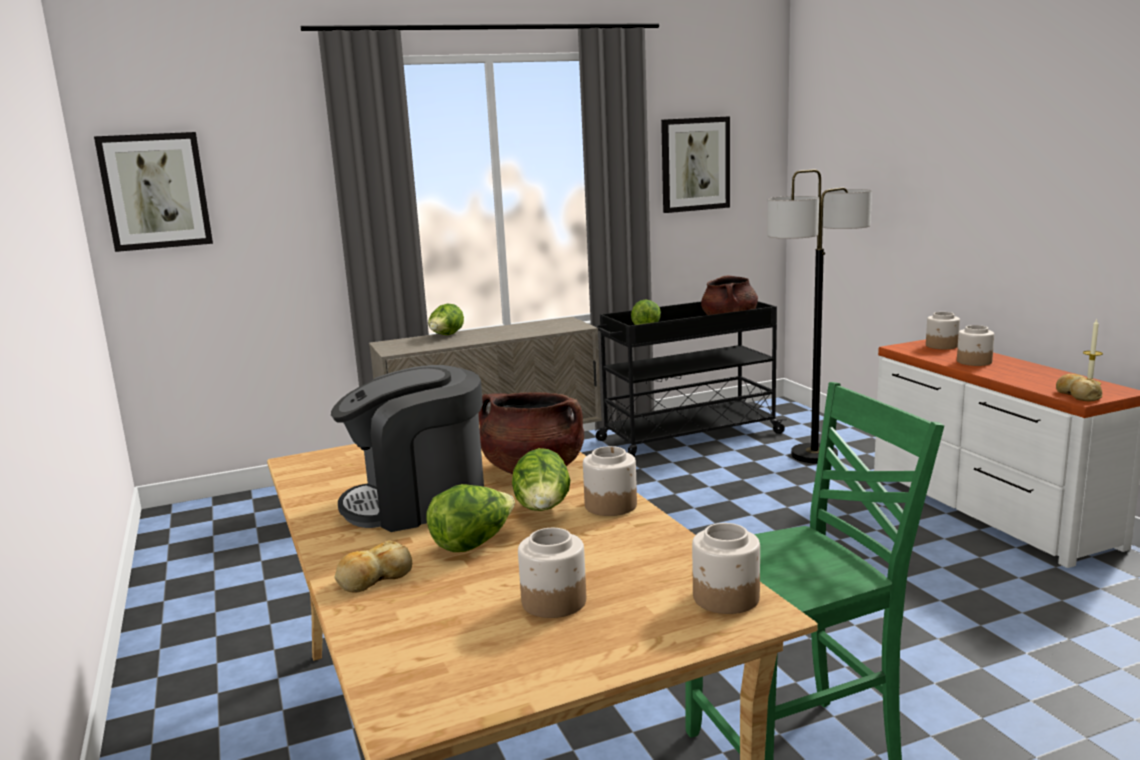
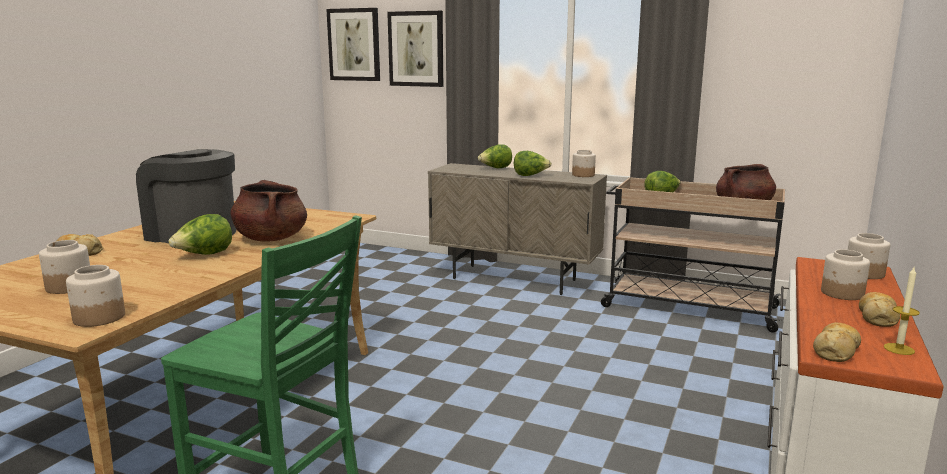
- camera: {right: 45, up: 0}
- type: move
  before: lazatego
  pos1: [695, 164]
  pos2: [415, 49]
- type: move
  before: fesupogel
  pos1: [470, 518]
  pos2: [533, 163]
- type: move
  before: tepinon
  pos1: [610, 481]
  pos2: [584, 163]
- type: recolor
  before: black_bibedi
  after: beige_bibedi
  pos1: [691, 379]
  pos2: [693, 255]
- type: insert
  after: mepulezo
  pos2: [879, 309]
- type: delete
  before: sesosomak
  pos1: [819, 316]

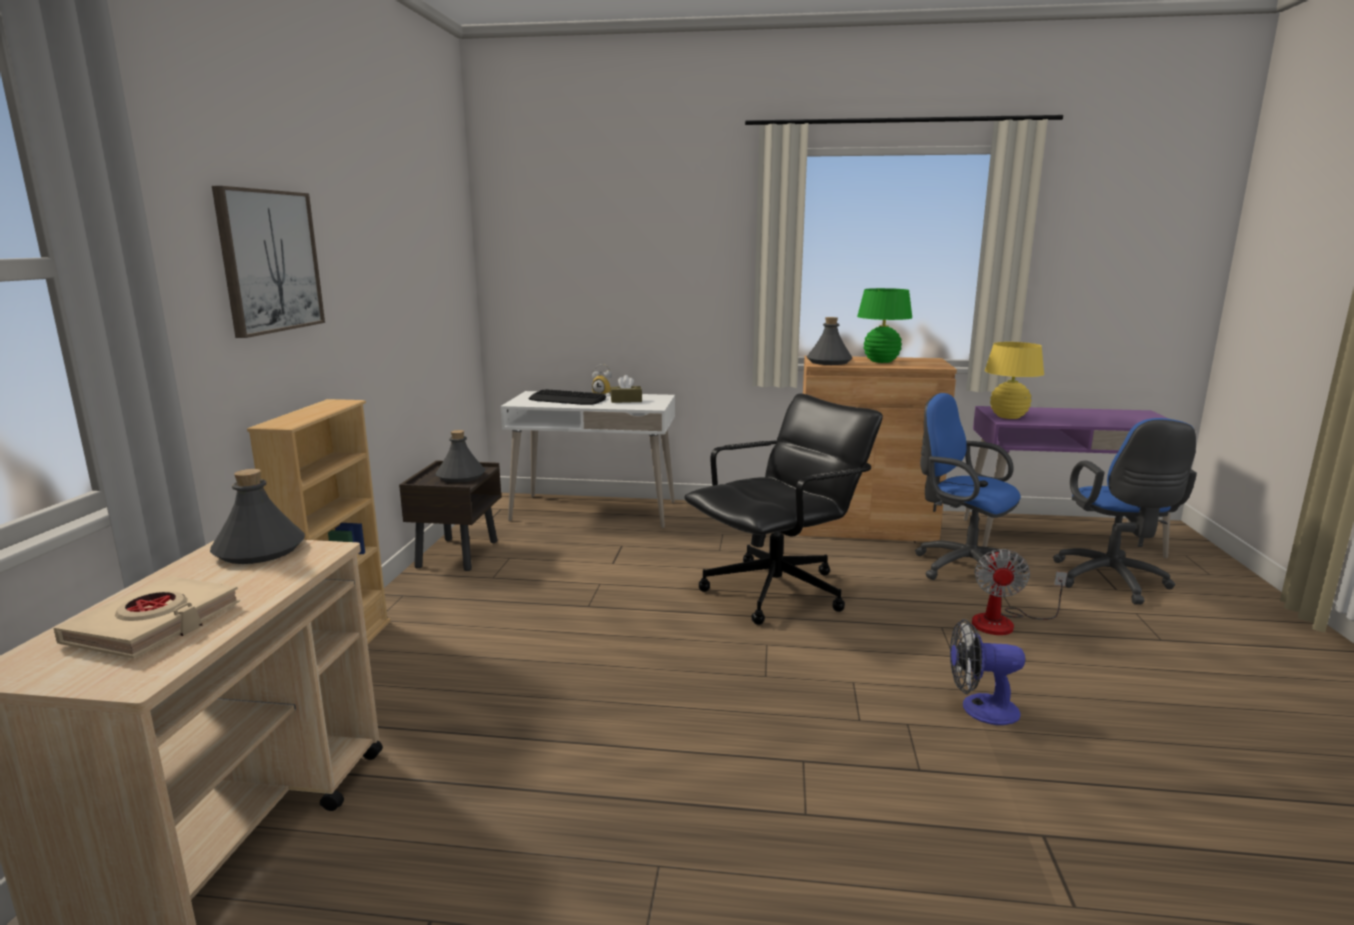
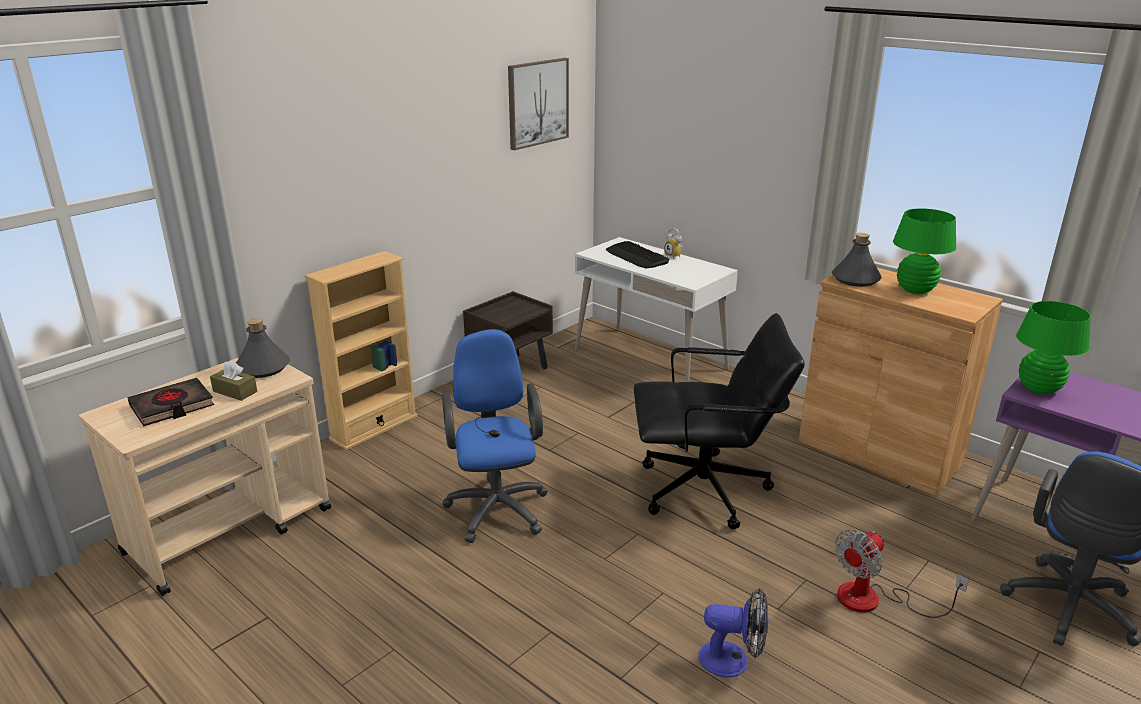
- camera: {right: 35, up: 10}
- type: recolor
  before: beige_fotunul
  after: black_fotunul
  pos1: [147, 617]
  pos2: [170, 402]
- type: move
  before: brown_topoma
  pos1: [626, 389]
  pos2: [233, 380]
- type: move
  before: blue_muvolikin
  pos1: [971, 486]
  pos2: [495, 436]
- type: move
  before: lazatego
  pos1: [268, 262]
  pos2: [538, 104]
- type: rotate
  before: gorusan
  pos1: [987, 672]
  pos2: [733, 632]
  turn: 150
- type: recolor
  before: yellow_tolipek
  after: green_tolipek
  pos1: [1014, 380]
  pos2: [1053, 347]
- type: delete
  before: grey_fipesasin
  pos1: [460, 456]

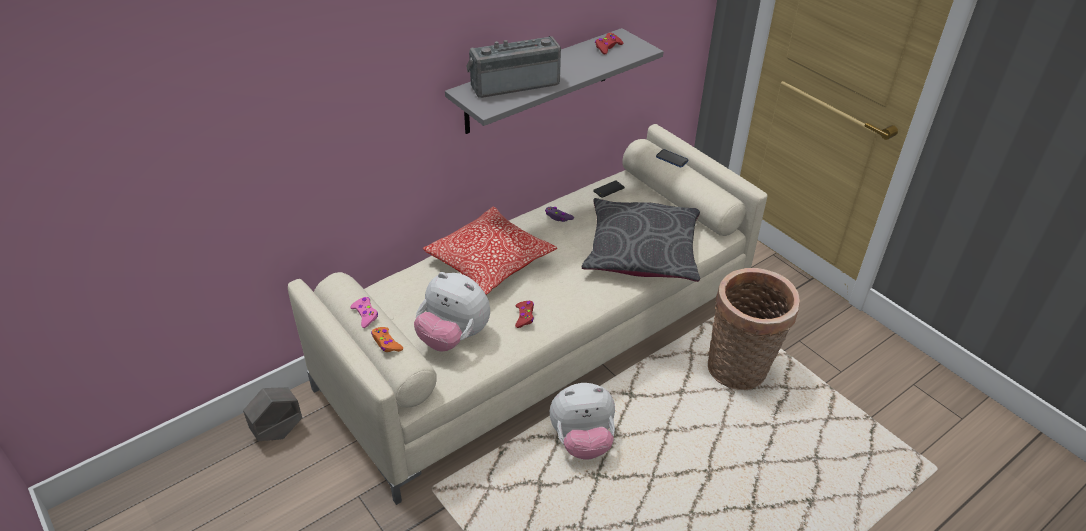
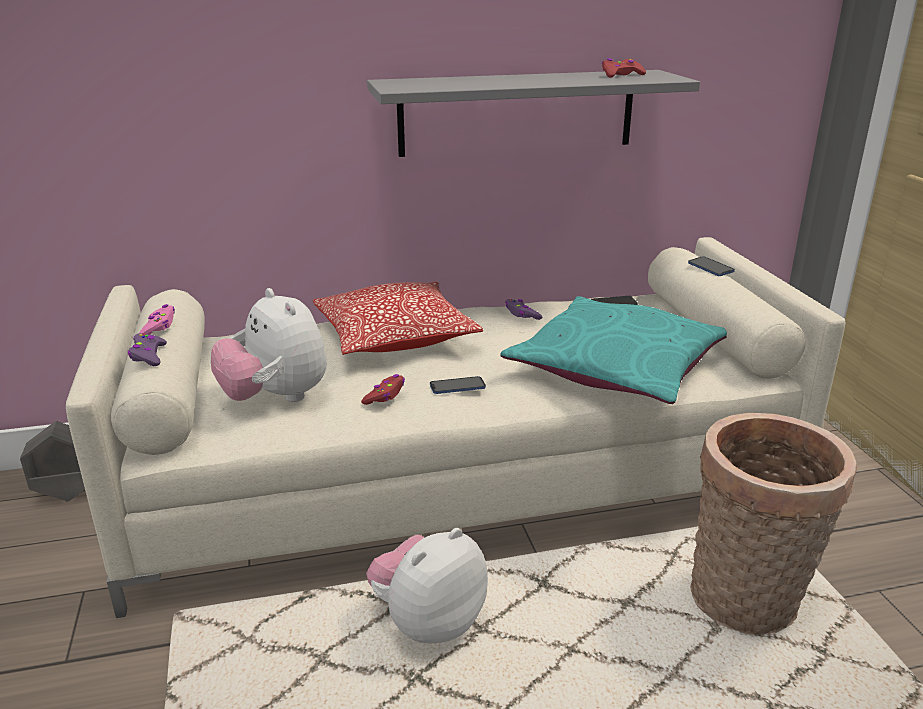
- camera: {right: 25, up: -15}
- type: recolor
  before: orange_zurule
  after: purple_zurule
  pos1: [387, 339]
  pos2: [147, 349]
- type: rotate
  before: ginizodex
  pos1: [582, 421]
  pos2: [427, 586]
  turn: 120
- type: insert
  after: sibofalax
  pos2: [458, 385]
- type: recolor
  before: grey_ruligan
  after: turquoise_ruligan
  pos1: [641, 240]
  pos2: [613, 350]
- type: delete
  before: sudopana
  pos1: [513, 67]

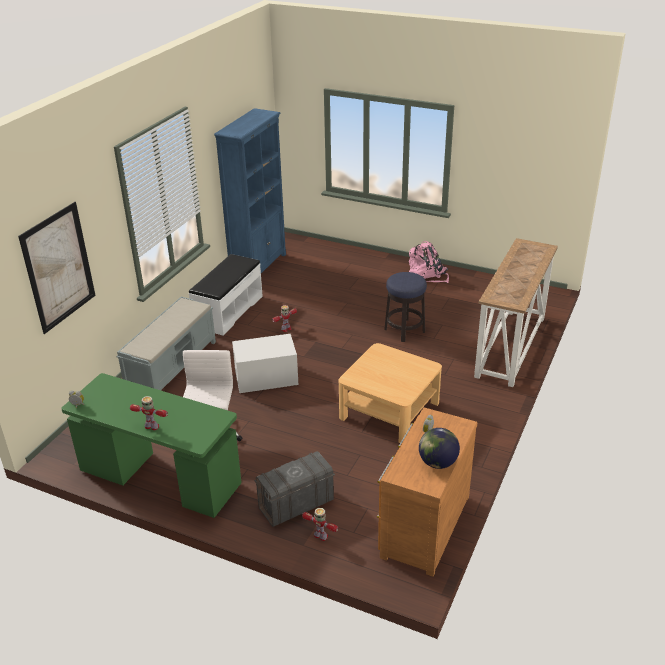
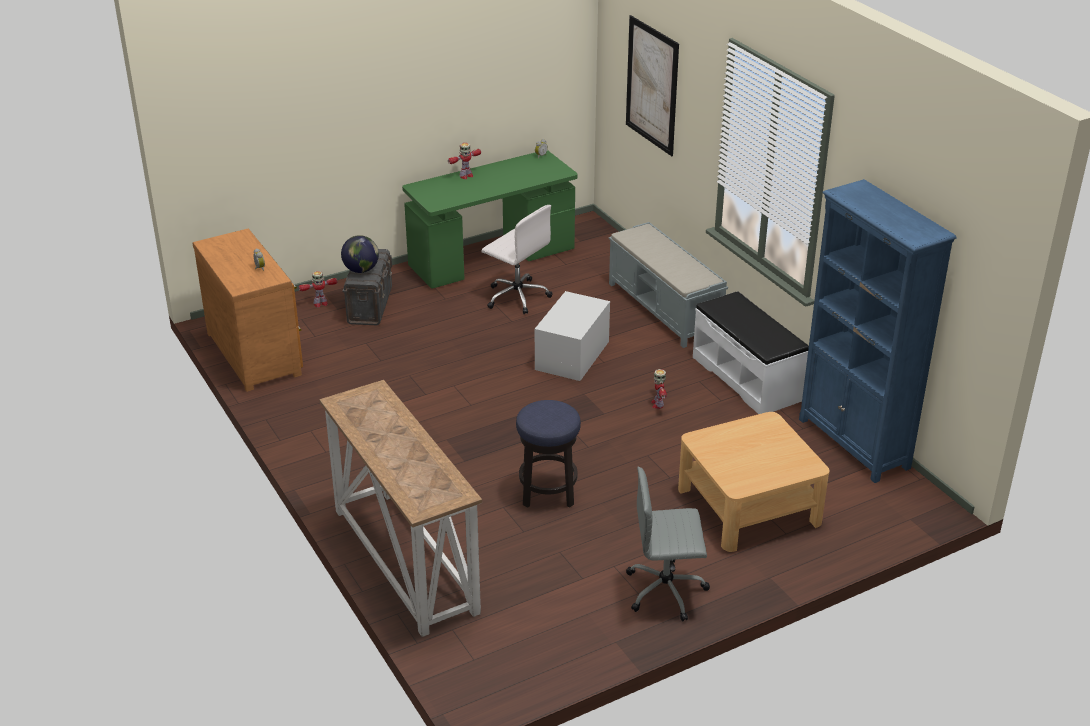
- camera: {right: 125, up: 0}
- type: move
  before: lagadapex
  pos1: [439, 448]
  pos2: [360, 254]
- type: replace
  before: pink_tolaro
  after: grey_muvolikin
  pos1: [429, 262]
  pos2: [668, 544]
- type: move
  before: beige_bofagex
  pos1: [390, 393]
  pos2: [754, 482]

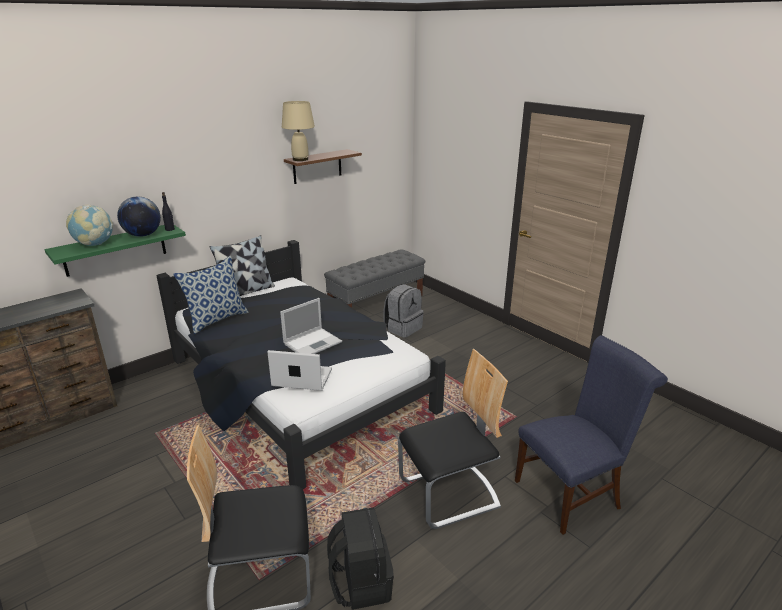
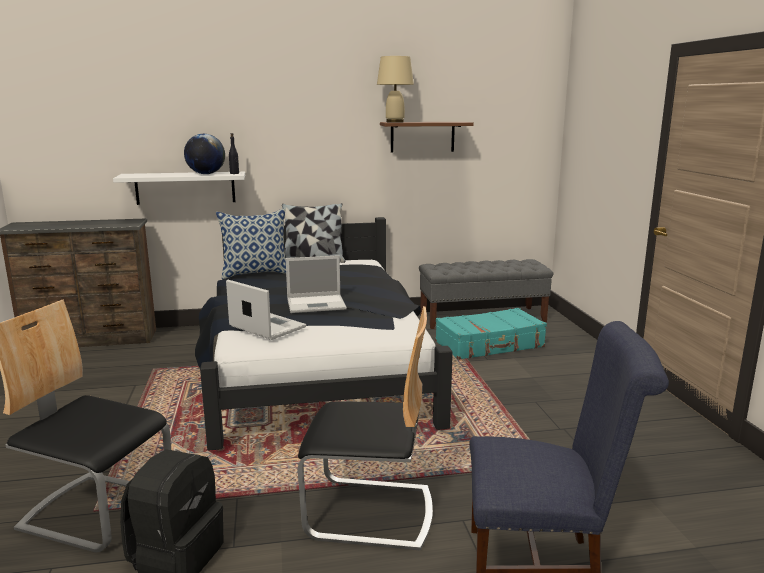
- camera: {right: 30, up: -10}
- type: recolor
  before: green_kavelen
  after: white_kavelen
  pos1: [115, 251]
  pos2: [179, 188]
- type: replace
  before: grey_tolaro
  after: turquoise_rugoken
  pos1: [403, 310]
  pos2: [491, 334]
- type: delete
  before: lagadapex
  pos1: [89, 225]

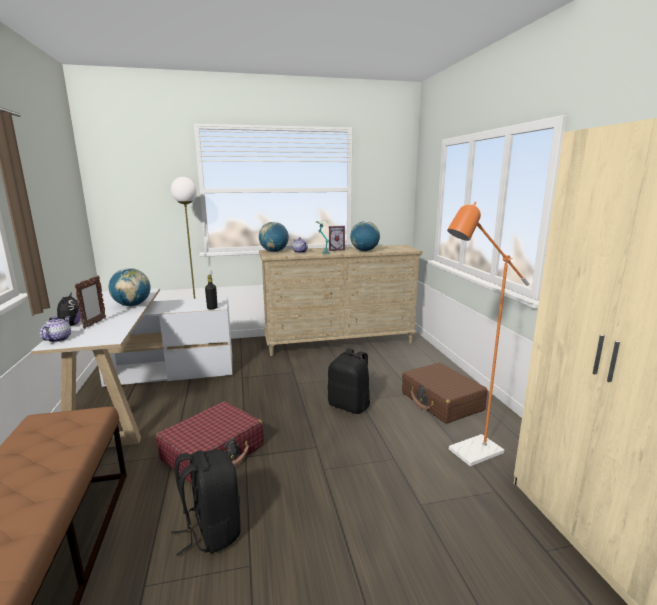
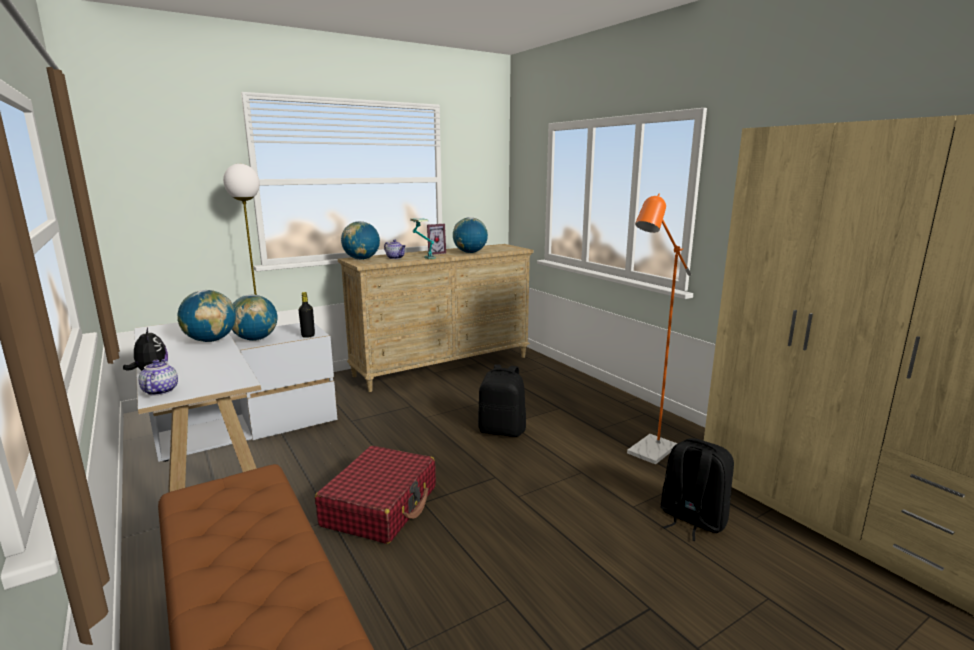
- camera: {right: -20, up: 0}
- type: insert
  after: lagadapex
  pos2: [254, 318]
- type: move
  before: black_tolaro
  pos1: [206, 503]
  pos2: [697, 489]
- type: delete
  before: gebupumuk
  pos1: [90, 302]
- type: delete
  before: brown_rugoken
  pos1: [445, 393]

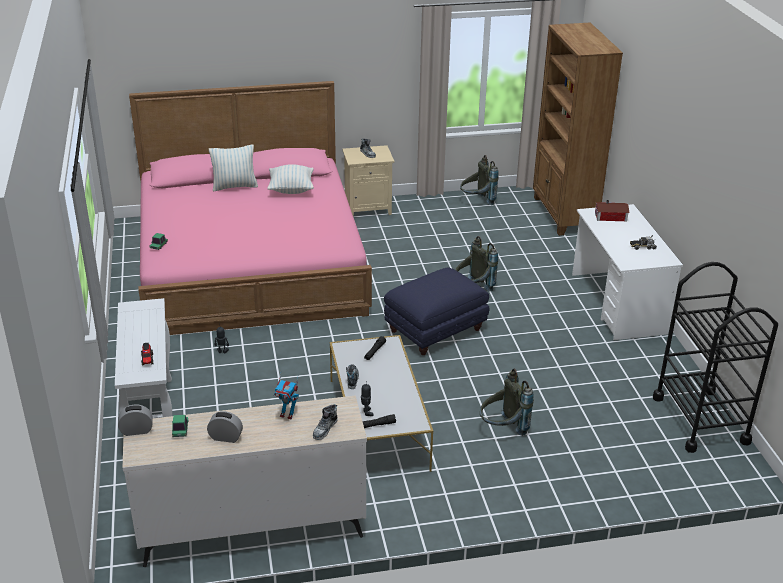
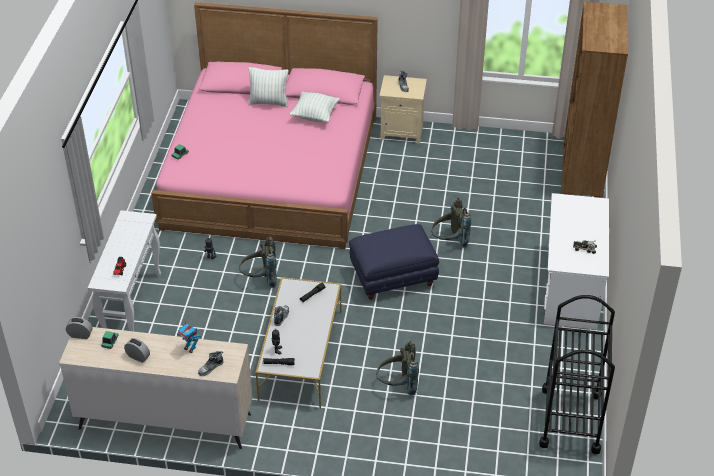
- camera: {right: 20, up: 10}
- type: move
  before: grey_tolaro
  pos1: [479, 180]
  pos2: [258, 262]
- type: delete
  before: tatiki
  pos1: [612, 211]

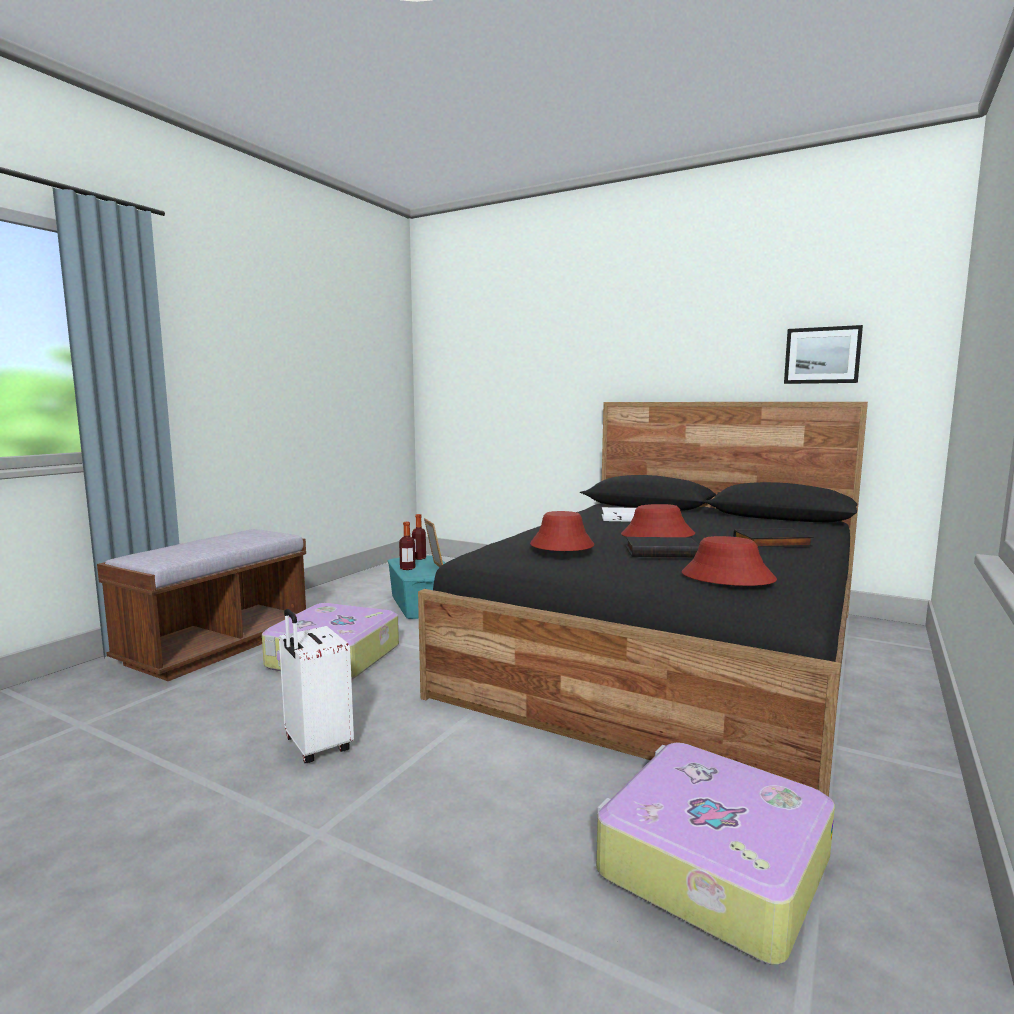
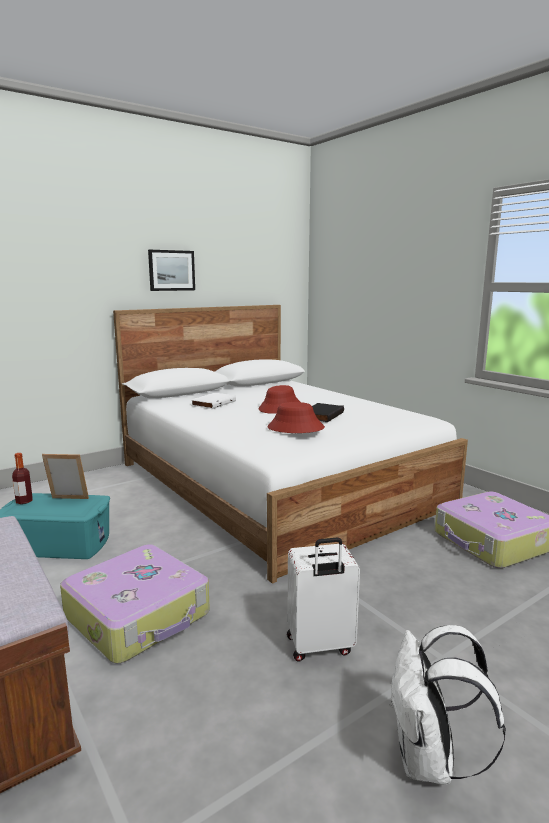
- camera: {right: -65, up: 5}
- type: recolor
  before: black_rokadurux
  after: white_rokadurux
  pos1: [643, 599]
  pos2: [290, 444]
- type: move
  before: lazatego
  pos1: [823, 354]
  pos2: [171, 270]
- type: insert
  after: white_tolaro
  pos2: [448, 705]
- type: delete
  before: fipesasin
  pos1: [407, 546]
- type: delete
  before: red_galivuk
  pos1: [729, 561]
- type: delete
  before: black_fotunul
  pos1: [773, 537]

